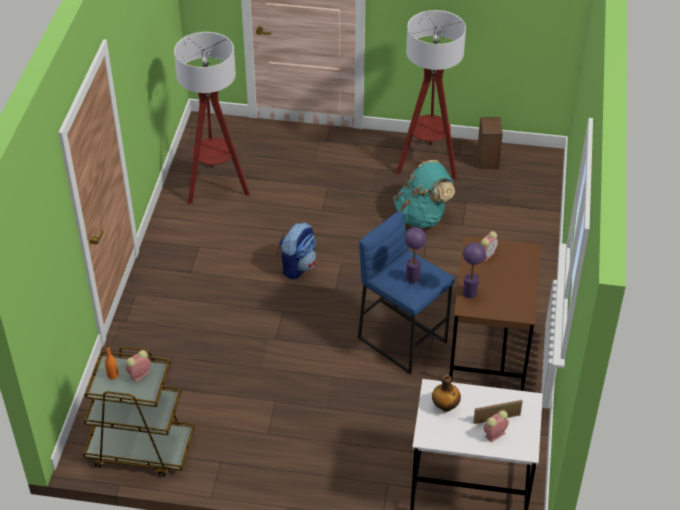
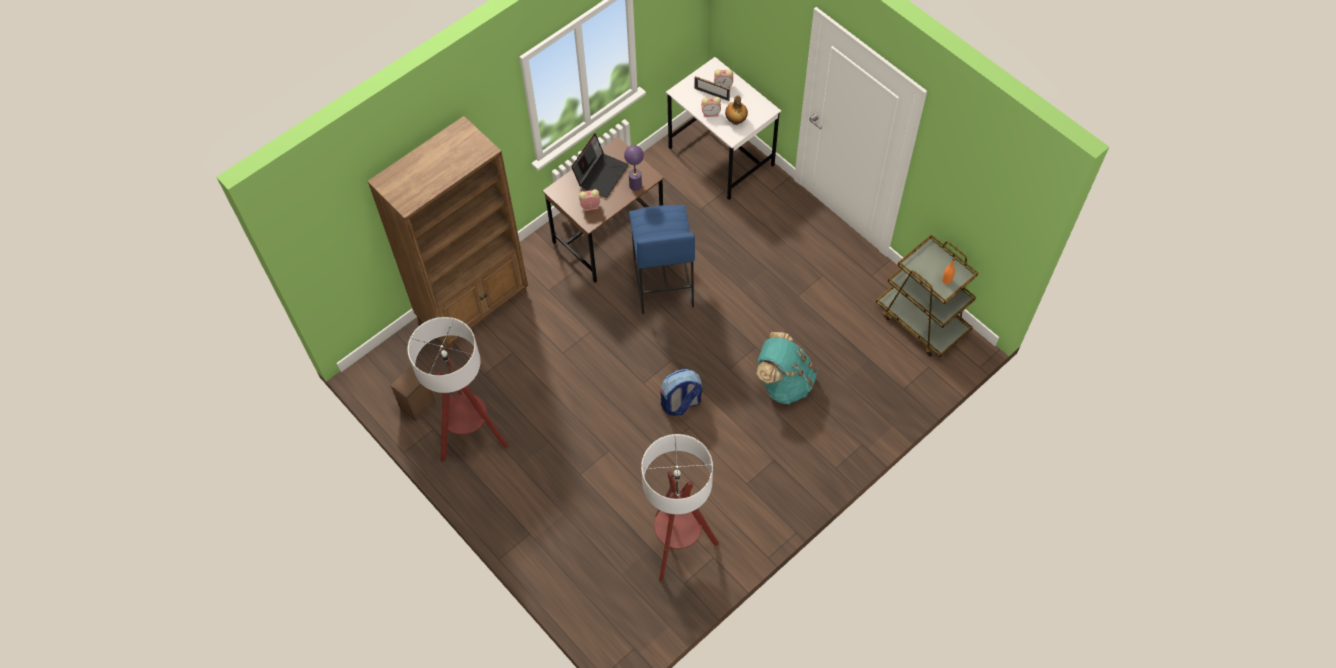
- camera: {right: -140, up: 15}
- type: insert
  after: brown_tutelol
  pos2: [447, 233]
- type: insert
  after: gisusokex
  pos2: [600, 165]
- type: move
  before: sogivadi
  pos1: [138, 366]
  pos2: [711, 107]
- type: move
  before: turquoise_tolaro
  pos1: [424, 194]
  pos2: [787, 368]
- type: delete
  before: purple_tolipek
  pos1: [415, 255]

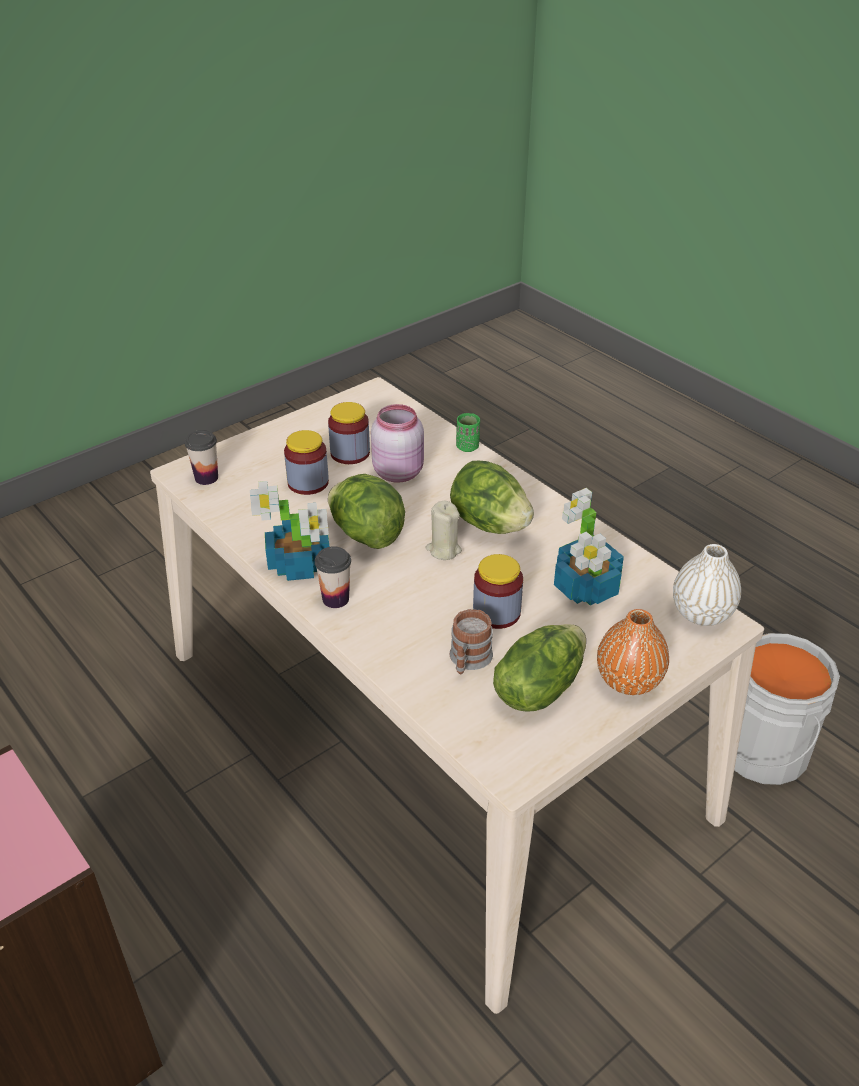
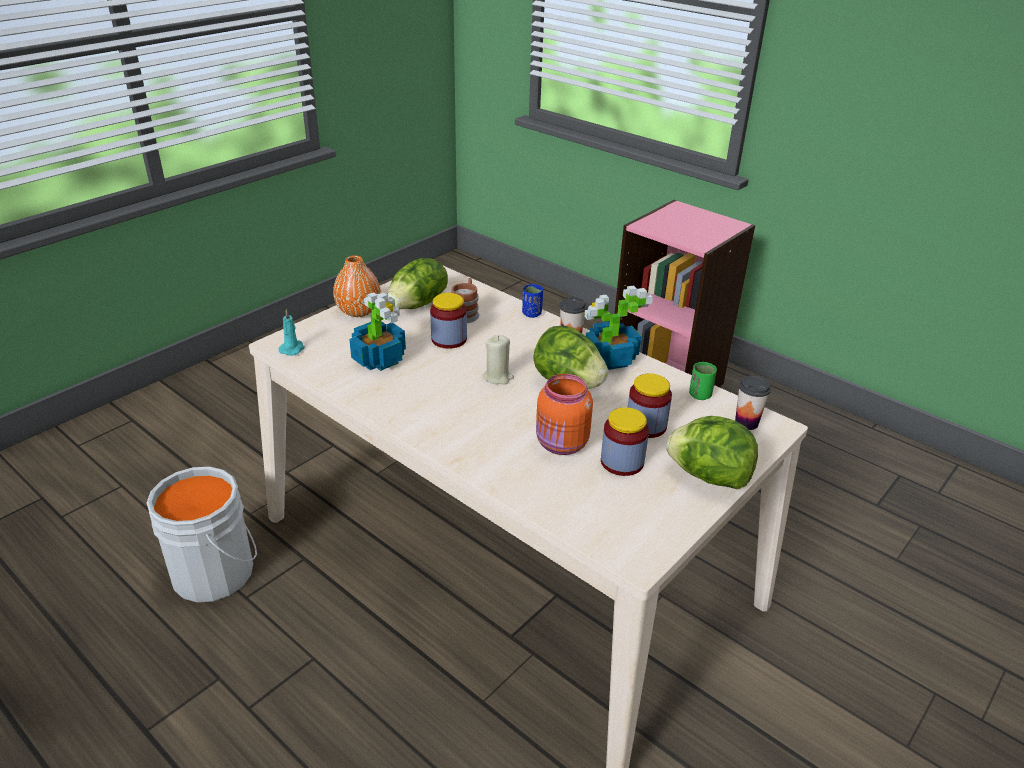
- camera: {right: 170, up: -5}
- type: replace
  before: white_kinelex
  after: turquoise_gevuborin
  pos1: [707, 585]
  pos2: [291, 332]
- type: insert
  after: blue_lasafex
  pos2: [532, 301]
- type: recolor
  before: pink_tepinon
  after: orange_tepinon
  pos1: [397, 443]
  pos2: [564, 414]
- type: move
  before: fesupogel
  pos1: [492, 497]
  pos2: [712, 452]
- type: move
  before: green_lasafex
  pos1: [468, 432]
  pos2: [703, 381]

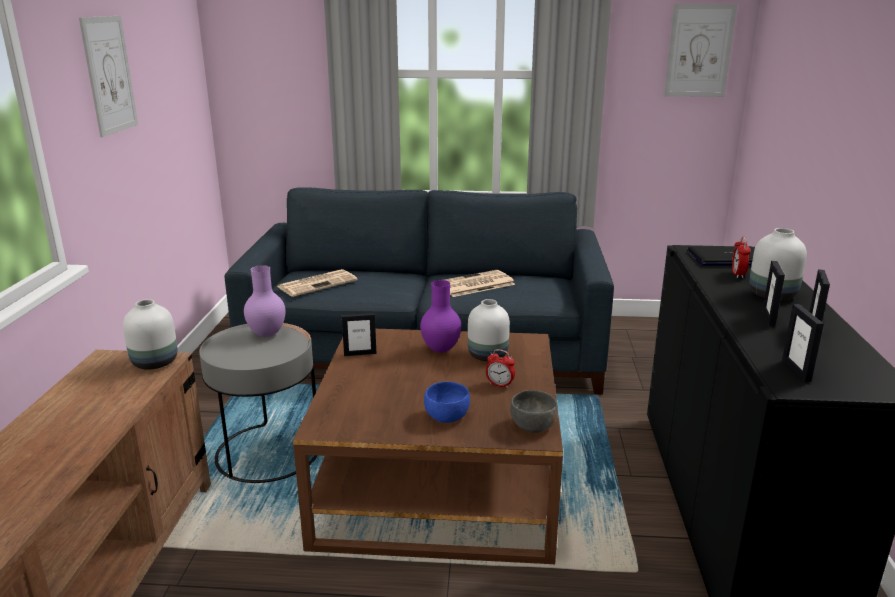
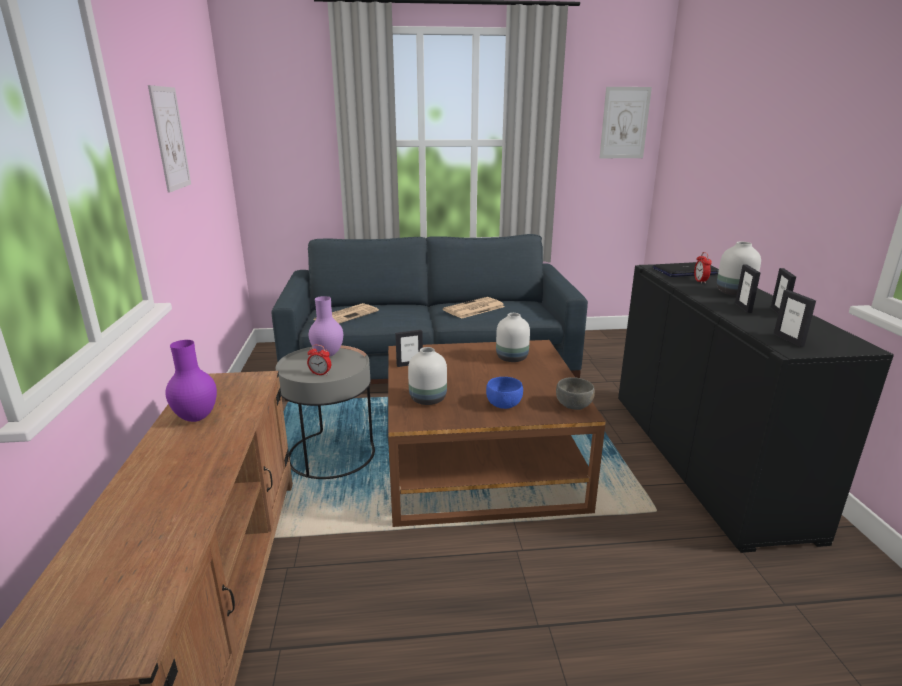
- camera: {right: -10, up: 0}
- type: move
  before: purple_kinelex
  pos1: [440, 316]
  pos2: [191, 381]
- type: move
  before: sogivadi
  pos1: [500, 368]
  pos2: [319, 360]
- type: move
  before: white_kinelex
  pos1: [150, 334]
  pos2: [427, 376]

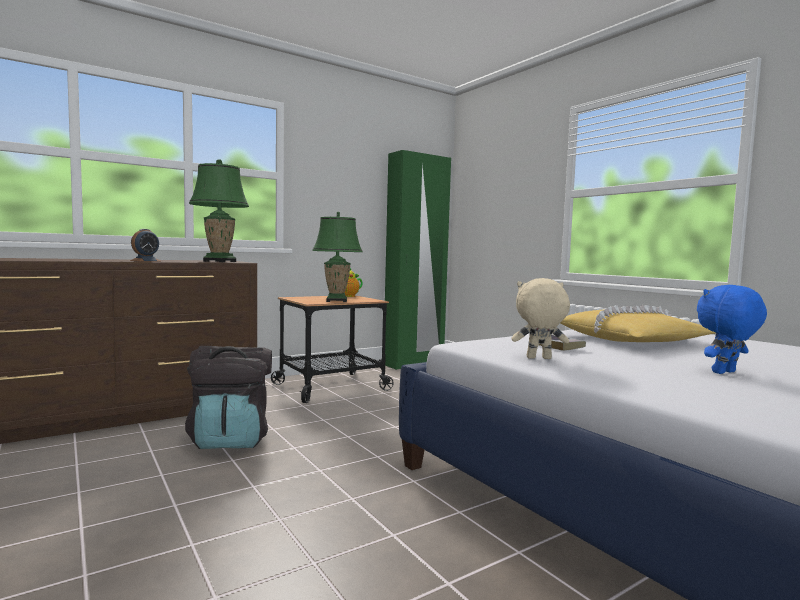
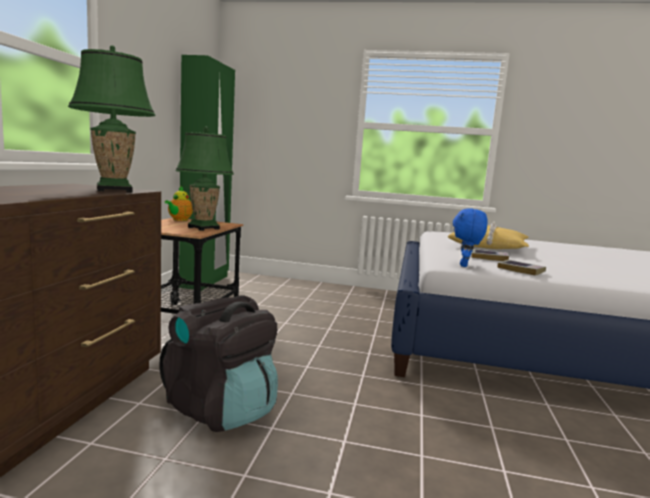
- camera: {right: -45, up: 5}
- type: move
  before: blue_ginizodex
  pos1: [732, 329]
  pos2: [470, 237]
- type: replace
  before: beige_ginizodex
  after: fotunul
  pos1: [540, 318]
  pos2: [521, 268]
- type: delete
  before: sogivadi
  pos1: [145, 245]

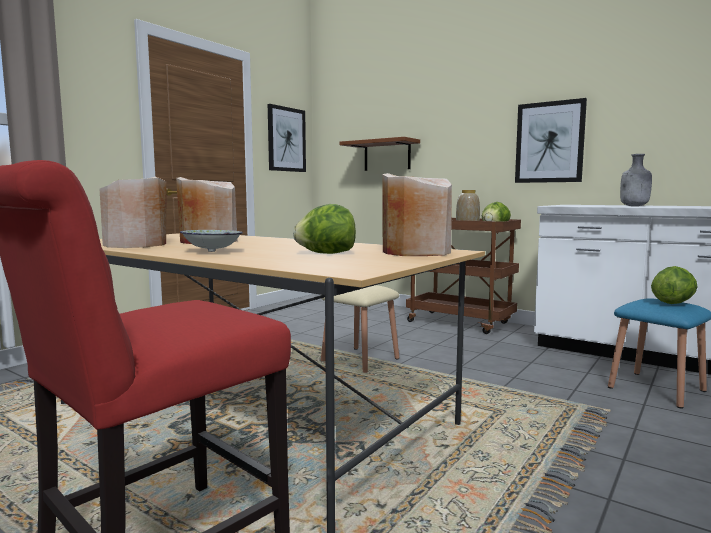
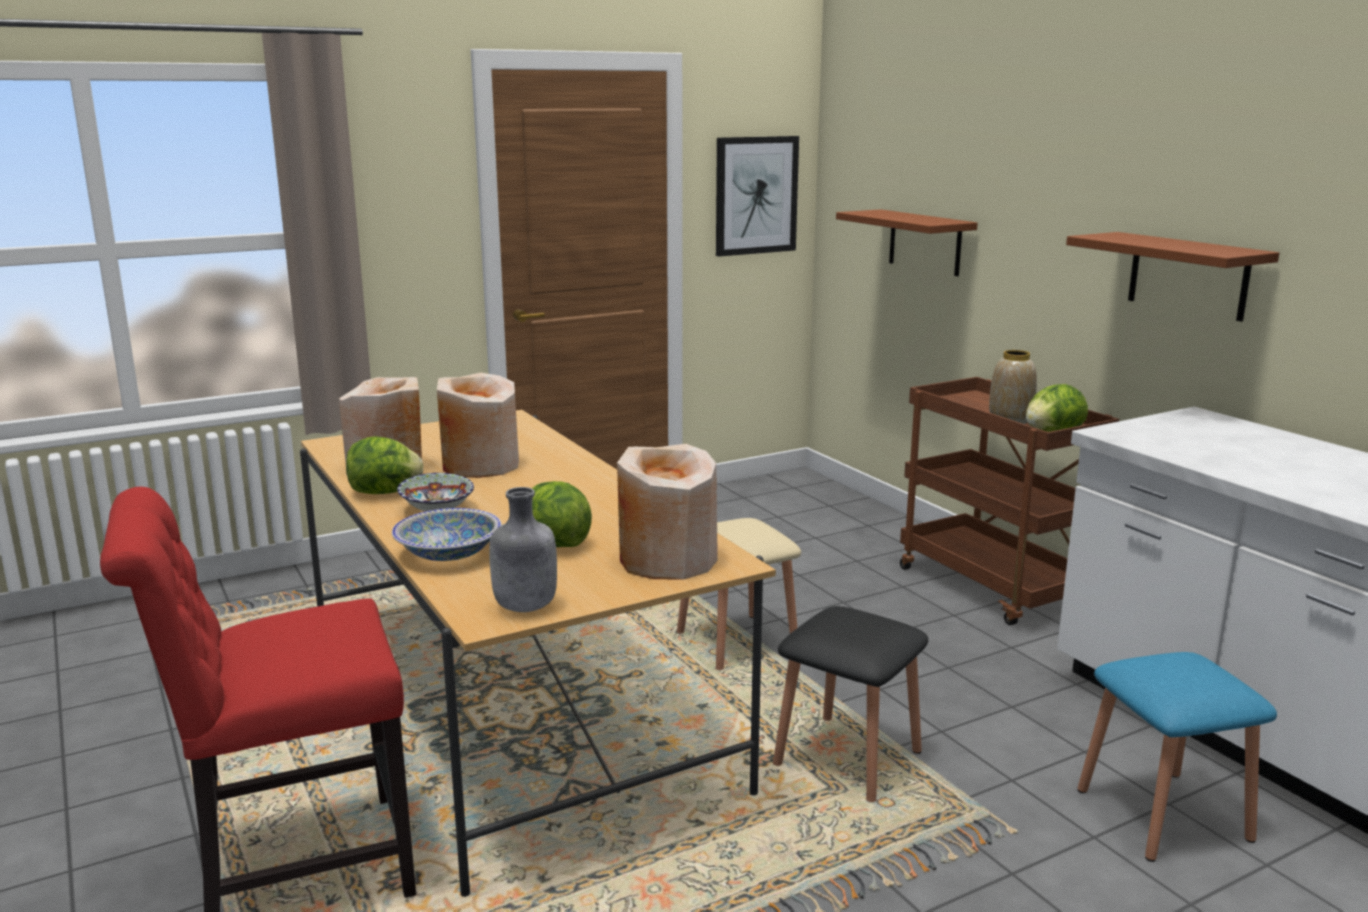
- camera: {right: 25, up: 10}
- type: move
  before: fesupogel
  pos1: [674, 285]
  pos2: [384, 465]
- type: insert
  after: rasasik
  pos2: [447, 534]
- type: move
  before: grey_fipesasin
  pos1: [636, 180]
  pos2: [523, 549]
- type: insert
  after: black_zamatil
  pos2: [850, 704]
- type: replace
  before: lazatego
  after: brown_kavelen
  pos1: [551, 140]
  pos2: [1172, 277]

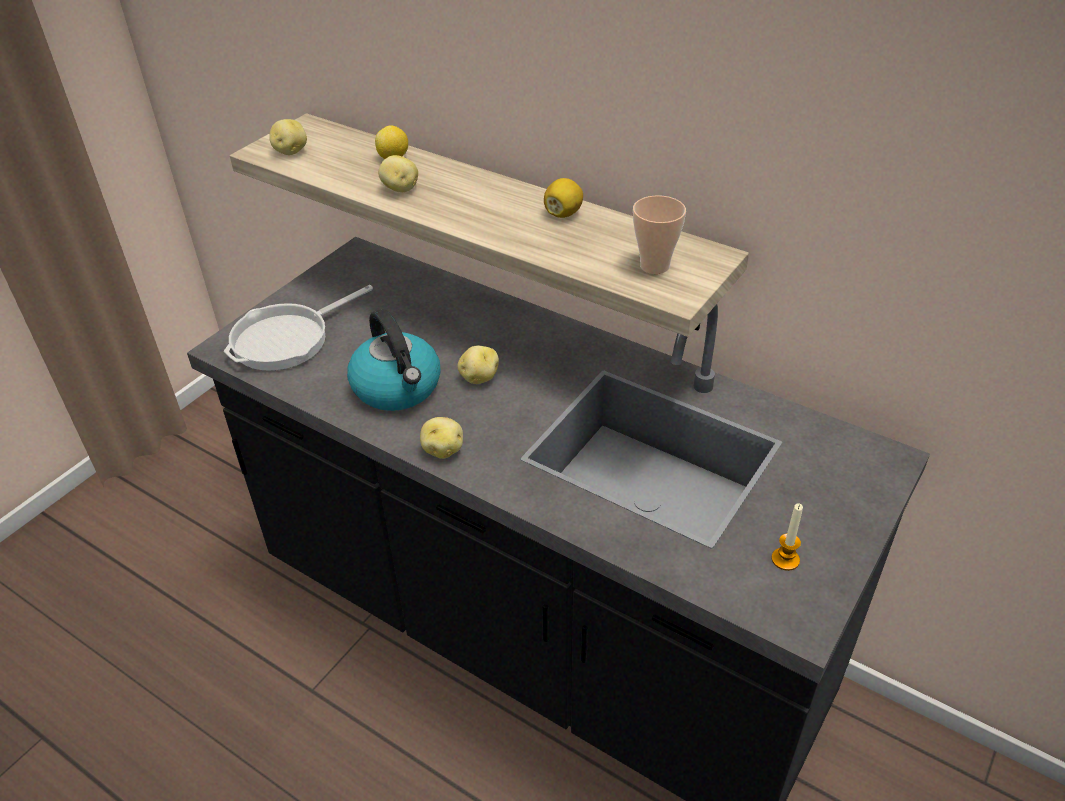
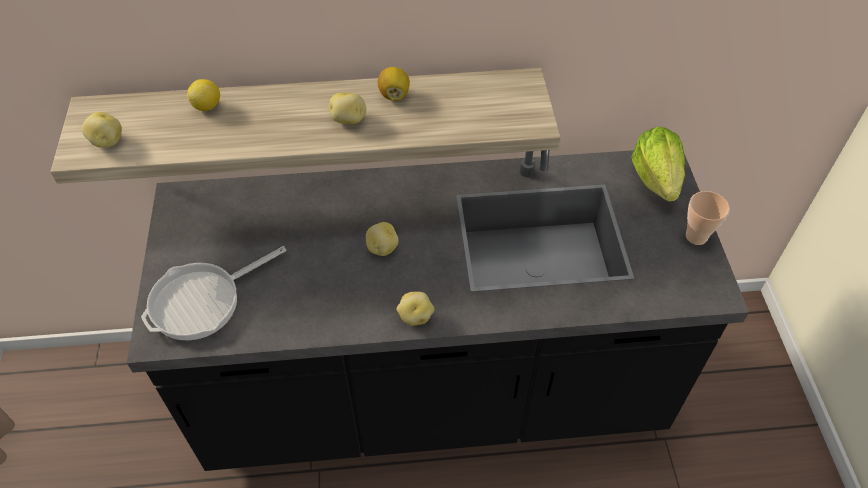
- camera: {right: -40, up: 10}
- type: rotate
  before: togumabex
  pos1: [298, 328]
  pos2: [214, 293]
  turn: 45
- type: move
  before: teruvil
  pos1: [398, 173]
  pos2: [348, 108]
- type: insert
  after: fesupogel
  pos2: [658, 164]
- type: move
  before: lasafex
  pos1: [659, 234]
  pos2: [708, 218]
- type: delete
  before: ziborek
  pos1: [394, 360]
- type: delete
  before: gevuborin
  pos1: [787, 537]

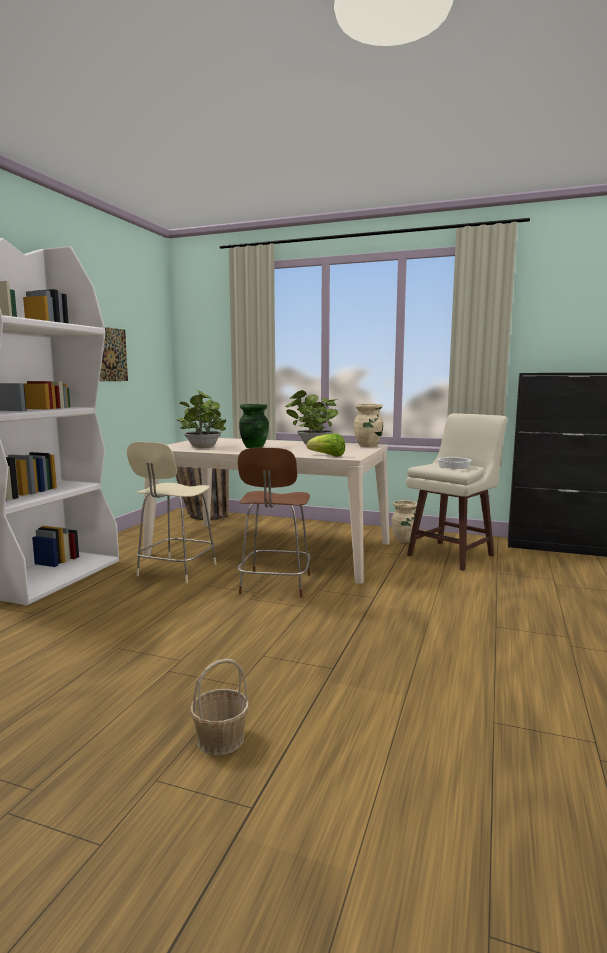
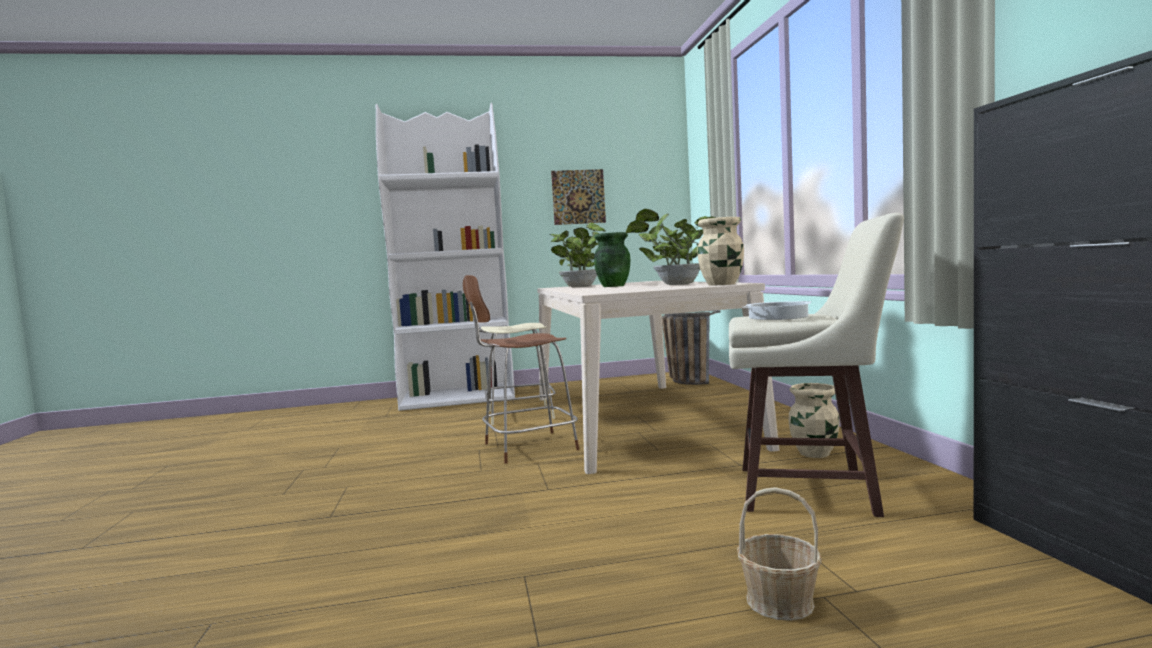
- camera: {right: 60, up: -5}
- type: move
  before: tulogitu
  pos1: [219, 707]
  pos2: [779, 554]
- type: delete
  before: fesupogel
  pos1: [326, 445]

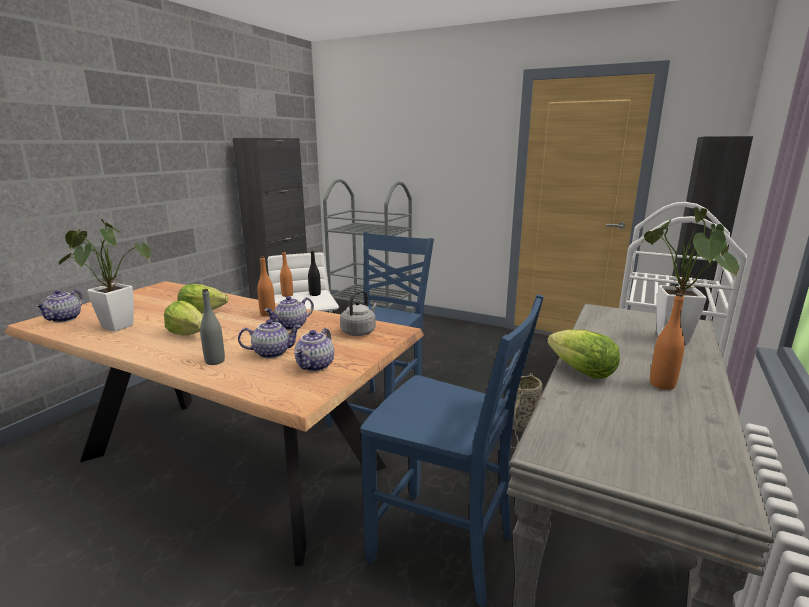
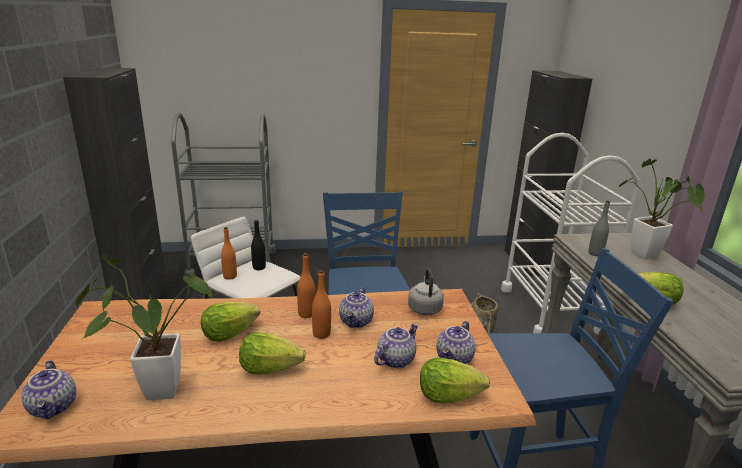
- camera: {right: -35, up: 5}
- type: move
  before: orange_fipesasin
  pos1: [667, 341]
  pos2: [321, 304]
- type: insert
  after: fesupogel
  pos2: [455, 380]
- type: rotate
  before: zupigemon
  pos1: [314, 350]
  pos2: [456, 342]
  turn: 45
- type: move
  before: grey_fipesasin
  pos1: [212, 327]
  pos2: [599, 228]

